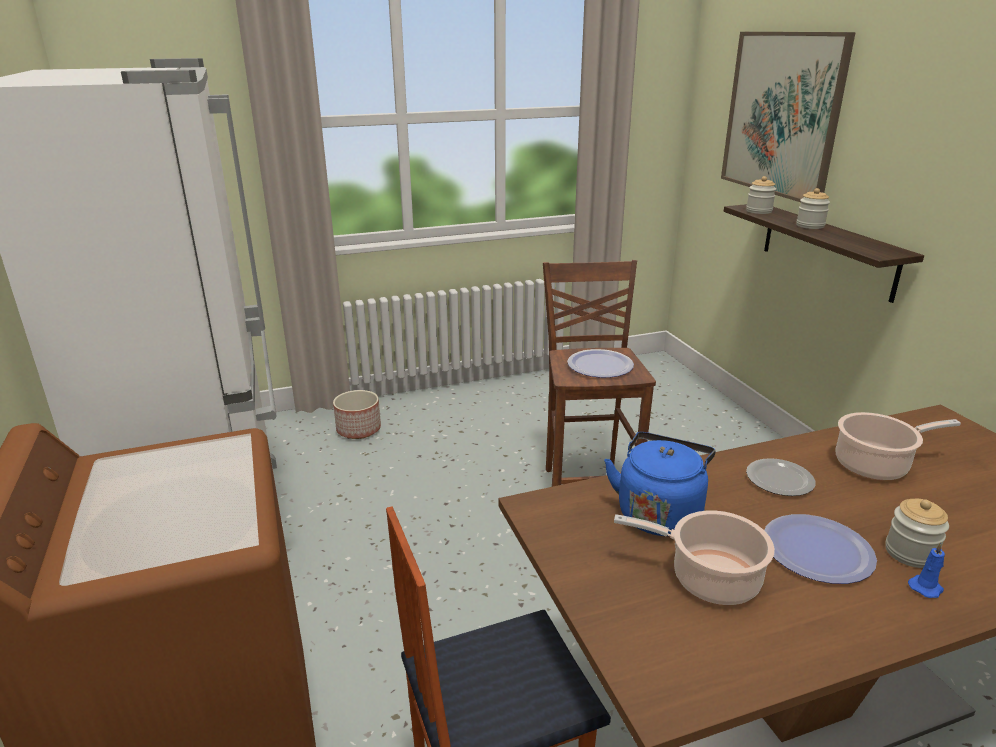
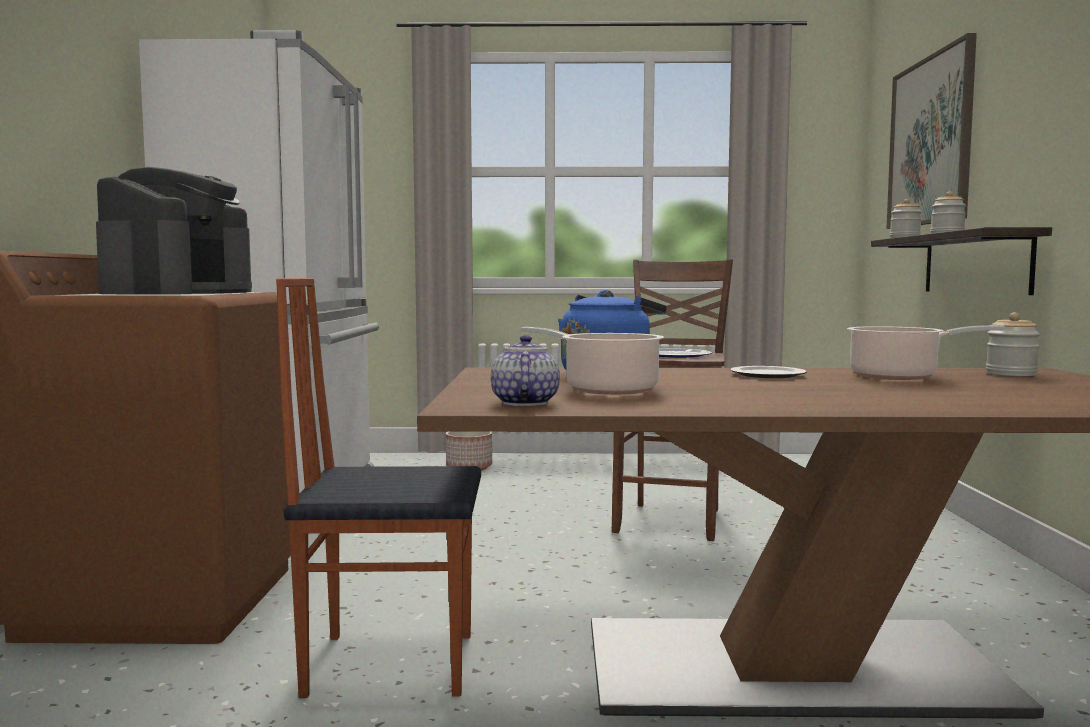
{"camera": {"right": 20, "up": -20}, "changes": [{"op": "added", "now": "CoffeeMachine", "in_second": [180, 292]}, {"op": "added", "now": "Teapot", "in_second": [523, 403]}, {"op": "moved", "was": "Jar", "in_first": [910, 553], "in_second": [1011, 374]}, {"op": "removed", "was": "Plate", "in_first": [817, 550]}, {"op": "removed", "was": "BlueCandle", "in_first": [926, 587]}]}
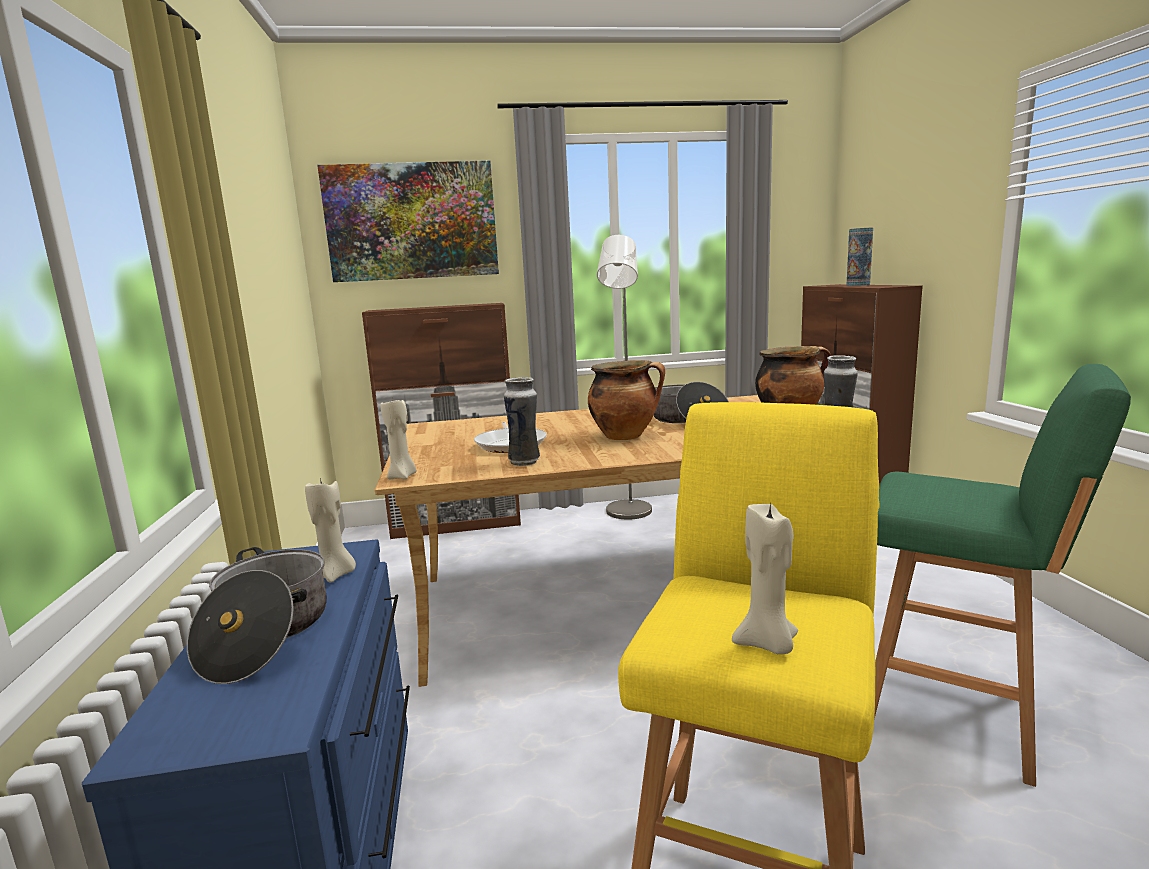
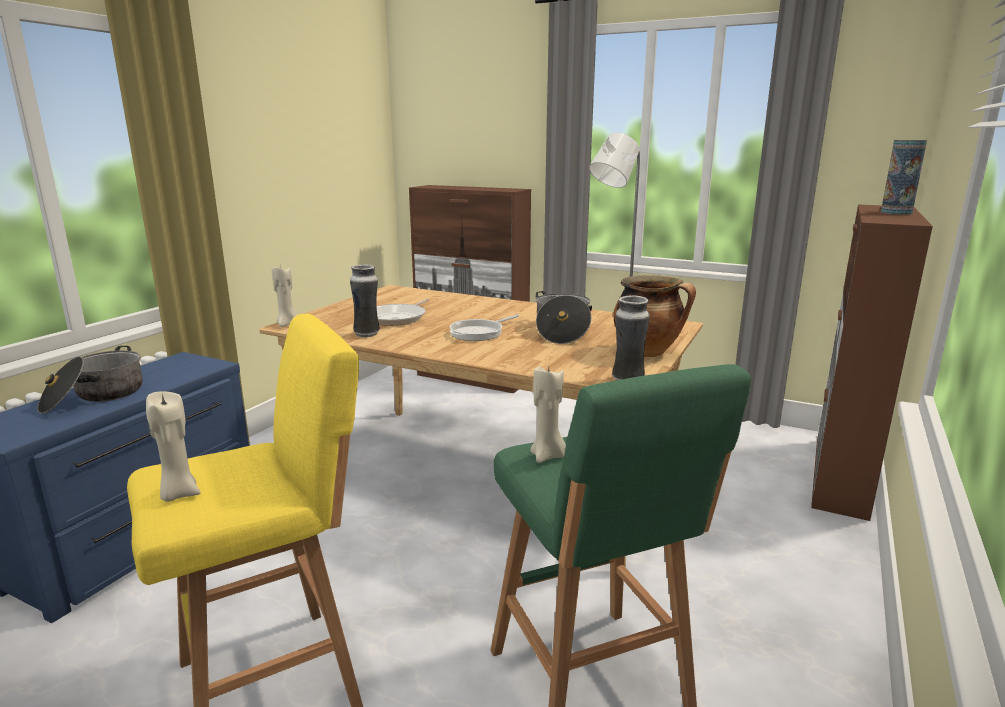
{"camera": {"right": 35, "up": 5}, "changes": [{"op": "replaced", "was": "CookingPot", "now": "FryingPan", "in_first": [626, 436], "in_second": [479, 333]}, {"op": "moved", "was": "BeigeCandle", "in_first": [336, 575], "in_second": [547, 456]}, {"op": "removed", "was": "Picture", "in_first": [412, 222]}]}
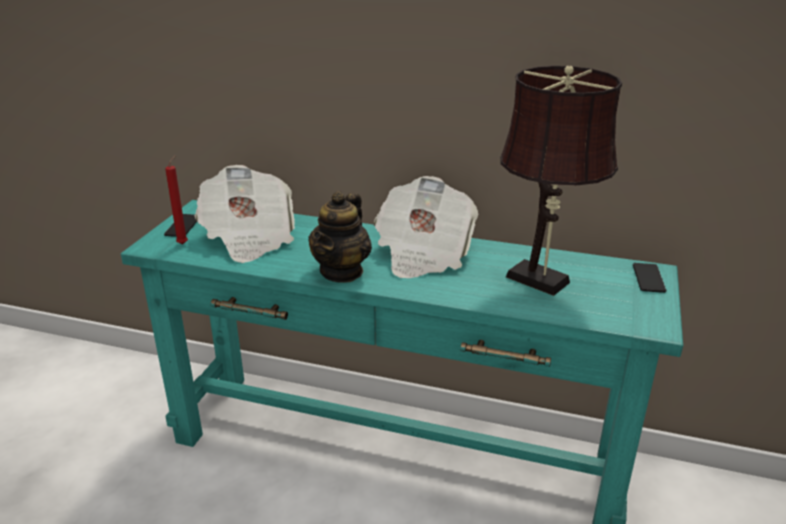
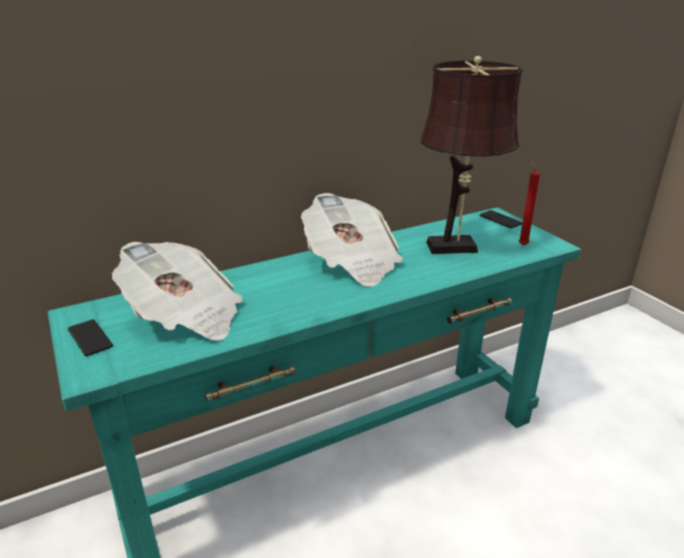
{"camera": {"right": -45, "up": 0}, "changes": [{"op": "moved", "was": "RedCandle", "in_first": [184, 243], "in_second": [522, 244]}, {"op": "removed", "was": "Teapot", "in_first": [342, 271]}]}
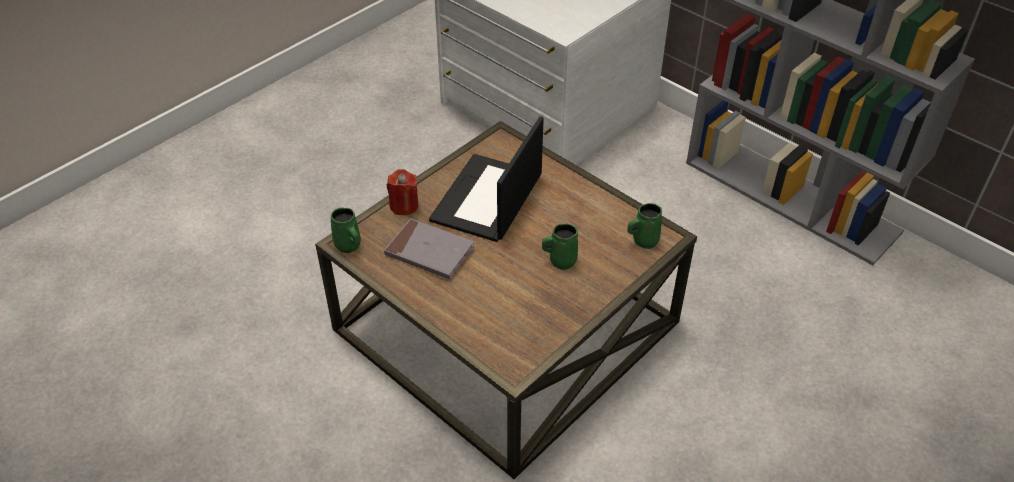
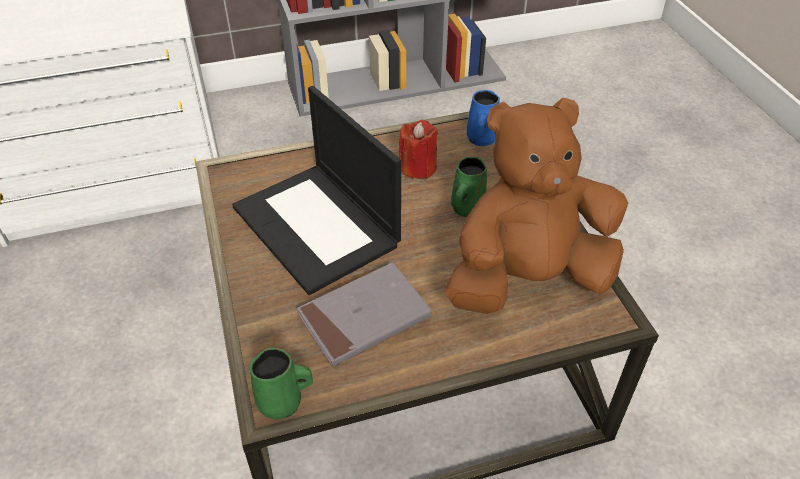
{"camera": {"right": -60, "up": 0}, "changes": [{"op": "moved", "was": "RedCandle", "in_first": [404, 205], "in_second": [418, 167]}, {"op": "added", "now": "BrownPlushToy", "in_second": [528, 279]}, {"op": "recoloured", "was": "GreenMug", "now": "BlueMug", "in_first": [644, 240], "in_second": [481, 139]}]}
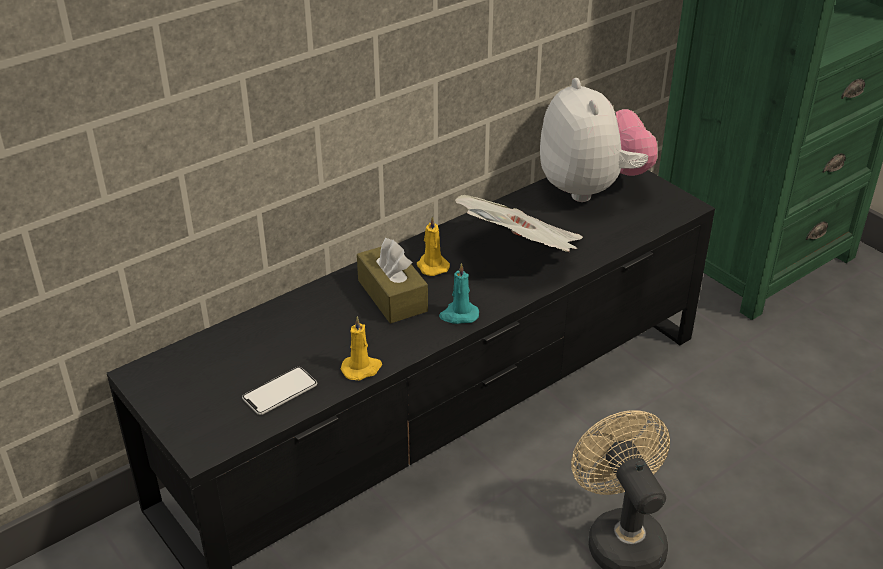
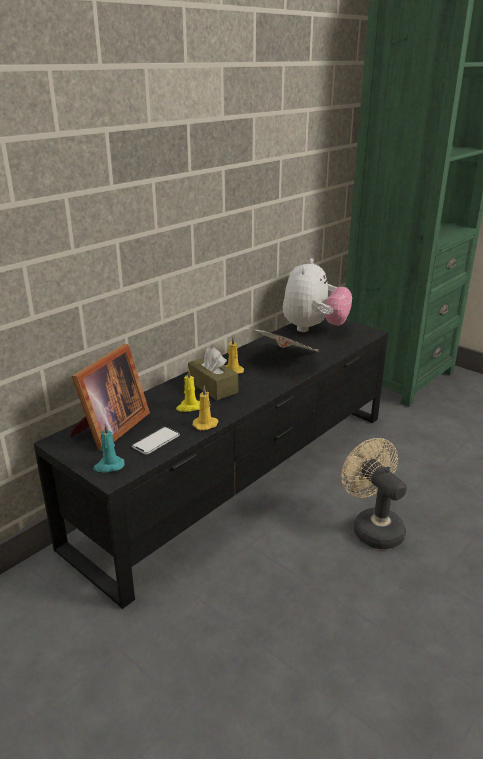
{"camera": {"right": -10, "up": -10}, "changes": [{"op": "added", "now": "PictureFrame", "in_second": [109, 429]}, {"op": "moved", "was": "TurquoiseCandle", "in_first": [458, 315], "in_second": [109, 466]}, {"op": "added", "now": "YellowCandle", "in_second": [189, 407]}, {"op": "turned", "was": "PlushToy", "in_first": [591, 188], "in_second": [314, 328], "clockwise": 45}]}
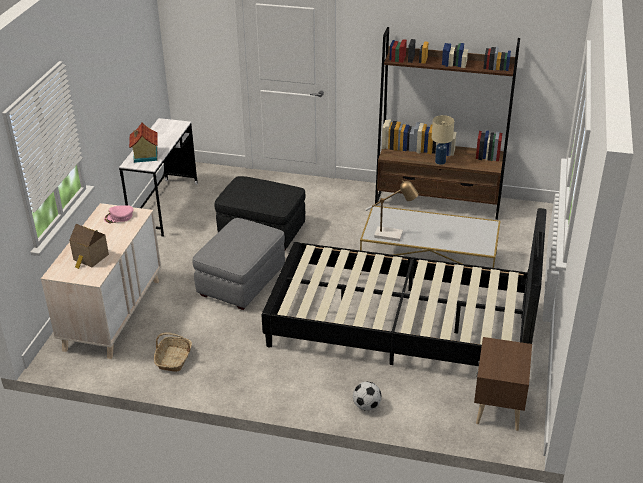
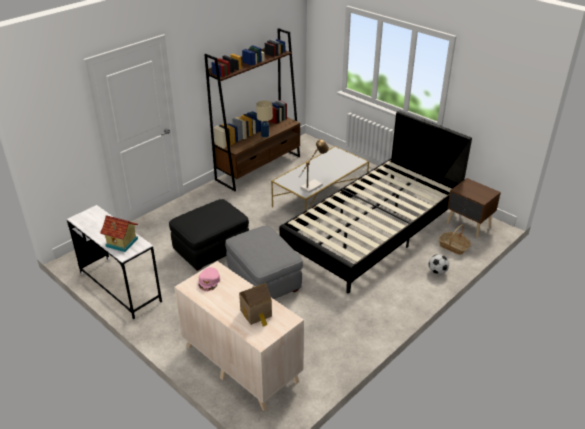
{"camera": {"right": -60, "up": 0}, "changes": [{"op": "moved", "was": "Basket", "in_first": [174, 359], "in_second": [453, 247]}]}
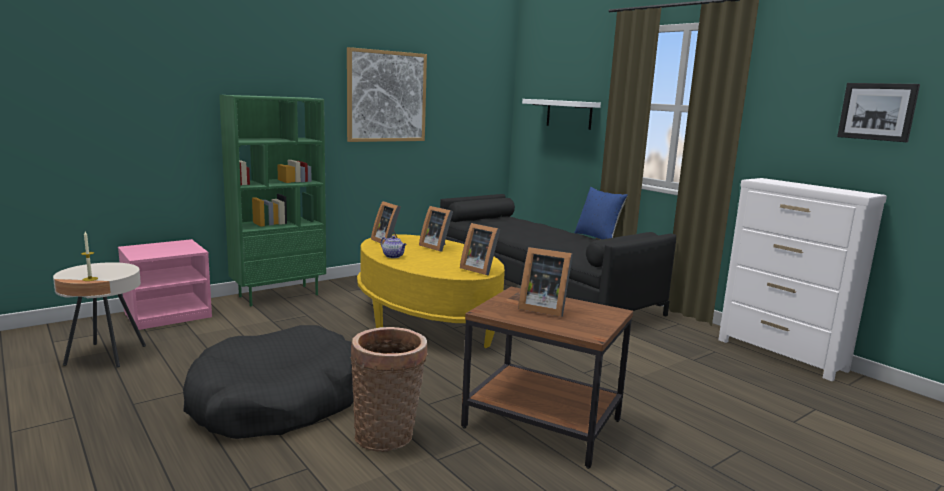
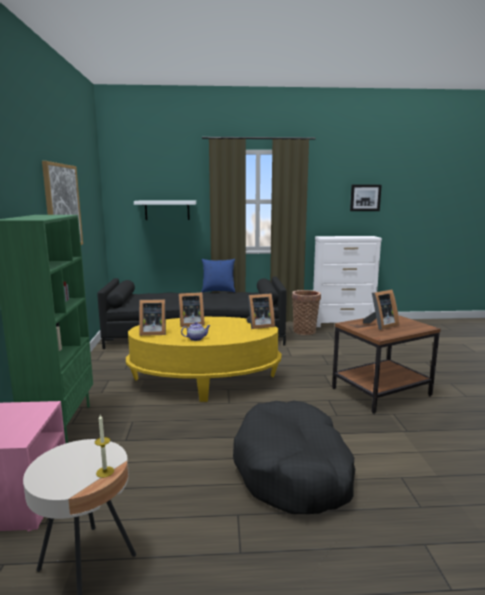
{"camera": {"right": -55, "up": 0}, "changes": [{"op": "moved", "was": "Basket", "in_first": [388, 435], "in_second": [305, 331]}]}
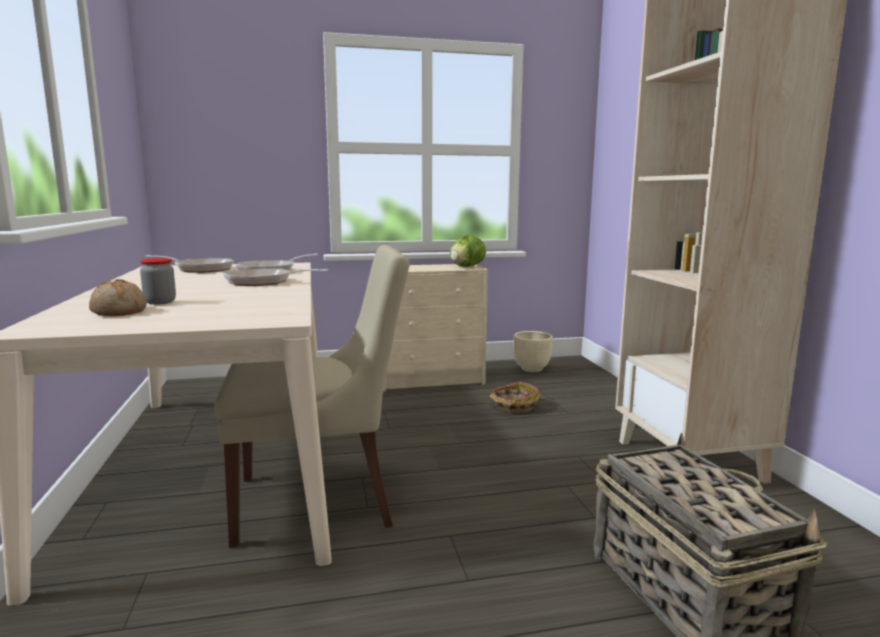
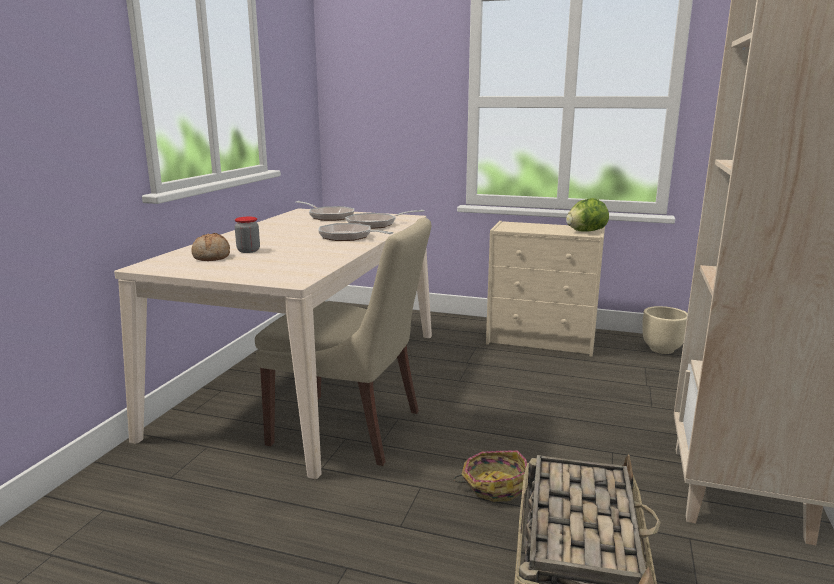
{"camera": {"right": 30, "up": 5}, "changes": [{"op": "moved", "was": "Basket", "in_first": [513, 406], "in_second": [494, 485]}]}
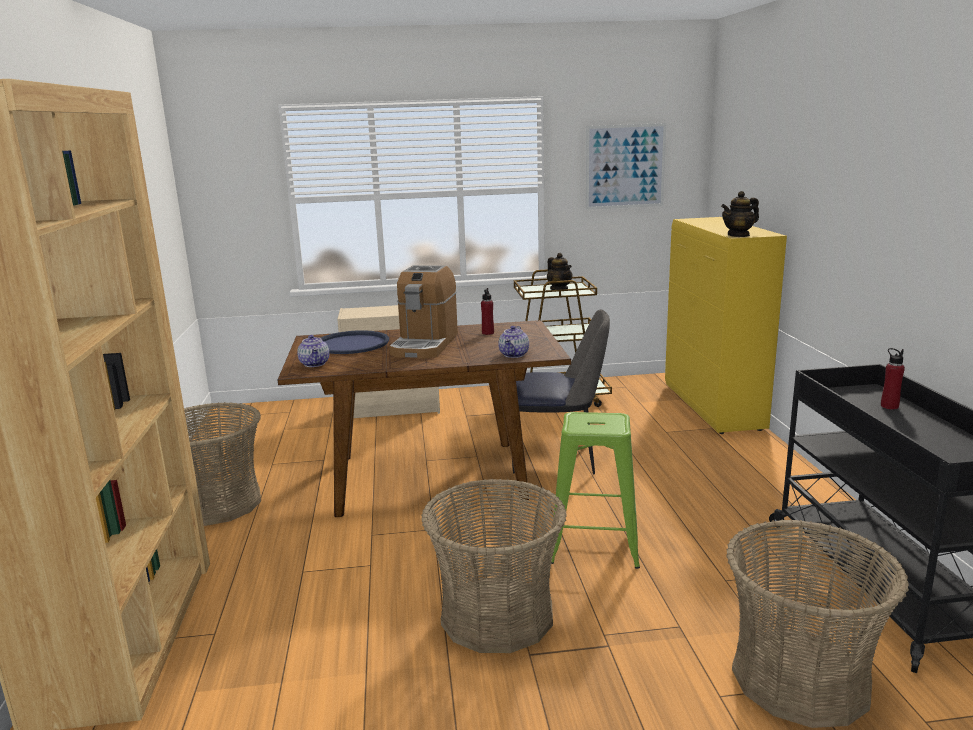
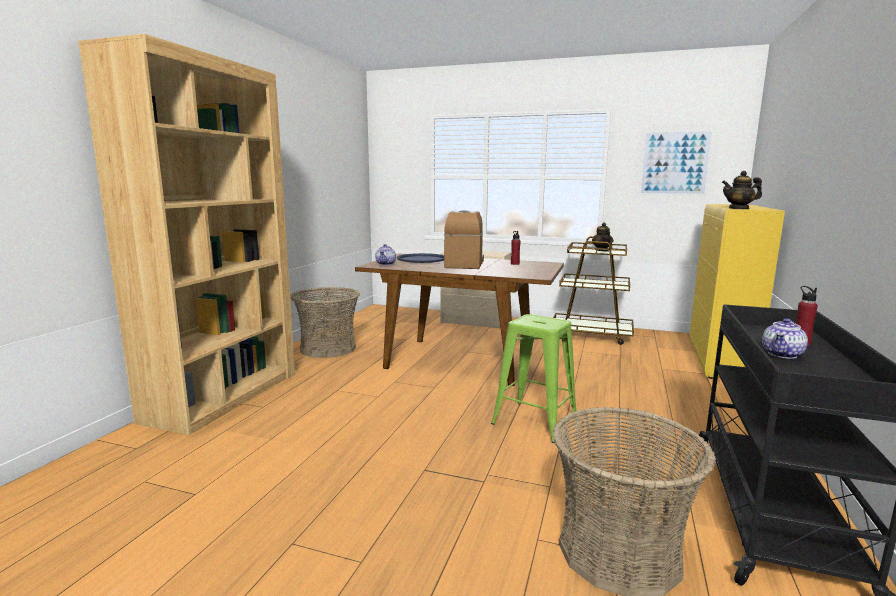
{"camera": {"right": 25, "up": -5}, "changes": [{"op": "turned", "was": "CoffeeMachine", "in_first": [425, 344], "in_second": [464, 264], "clockwise": 150}, {"op": "moved", "was": "Teapot", "in_first": [514, 355], "in_second": [782, 354]}, {"op": "removed", "was": "Basket", "in_first": [497, 615]}, {"op": "removed", "was": "Chair", "in_first": [557, 457]}]}
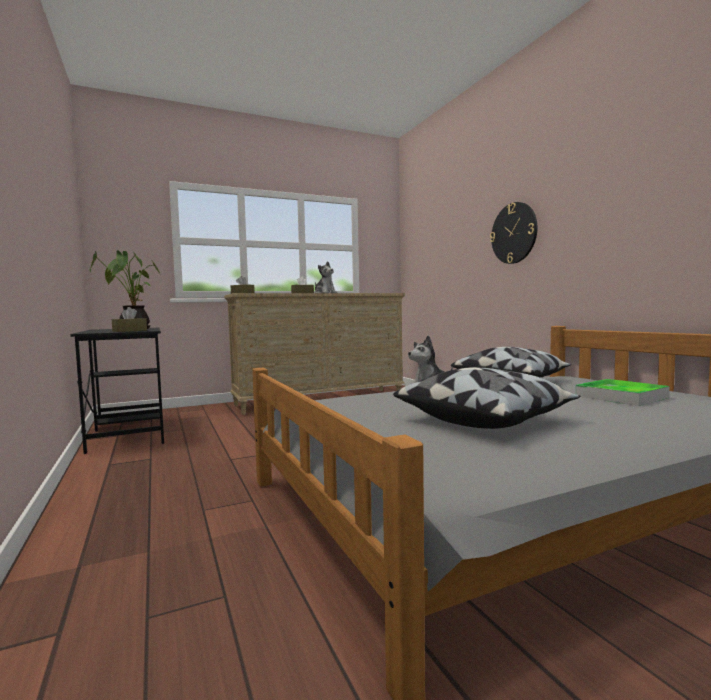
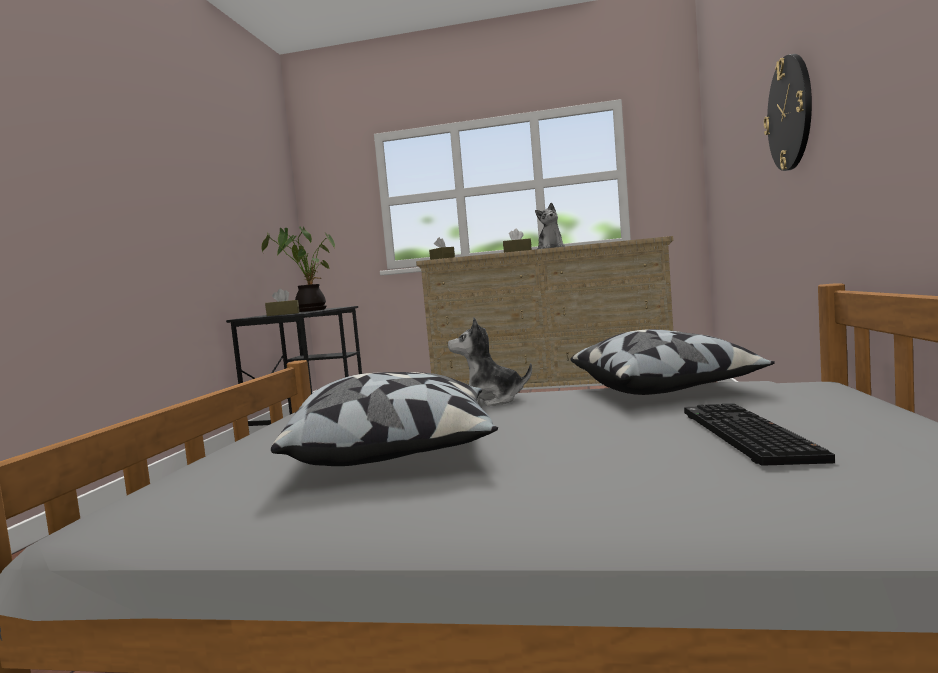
{"camera": {"right": 35, "up": 0}, "changes": [{"op": "replaced", "was": "Tray", "now": "Keyboard", "in_first": [621, 397], "in_second": [742, 435]}]}
